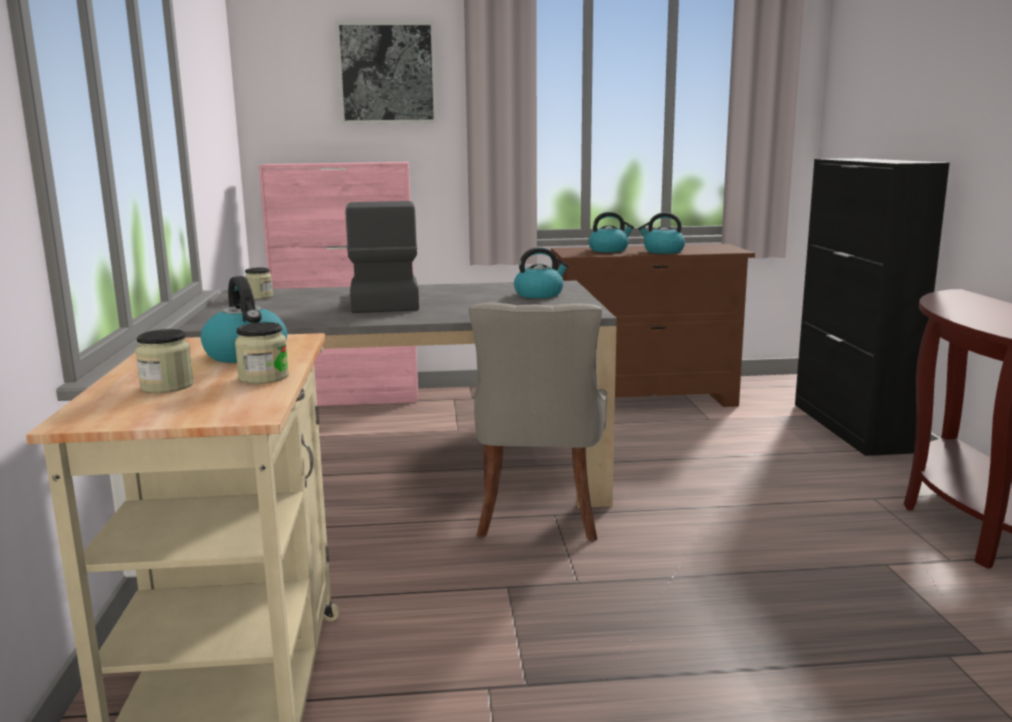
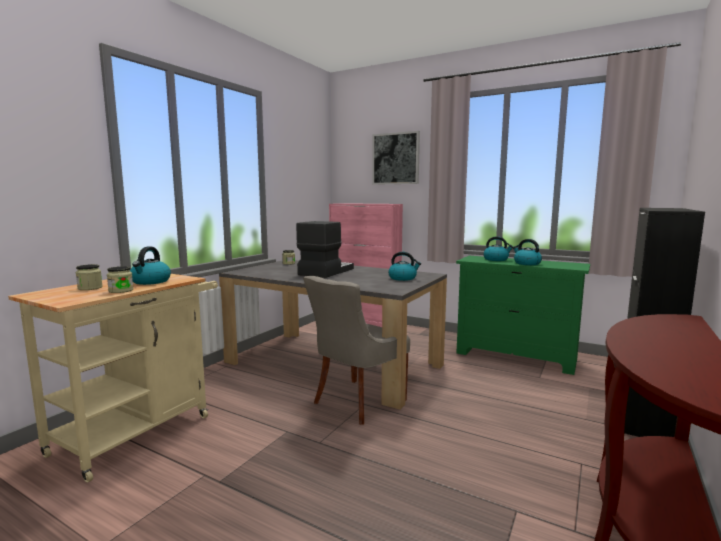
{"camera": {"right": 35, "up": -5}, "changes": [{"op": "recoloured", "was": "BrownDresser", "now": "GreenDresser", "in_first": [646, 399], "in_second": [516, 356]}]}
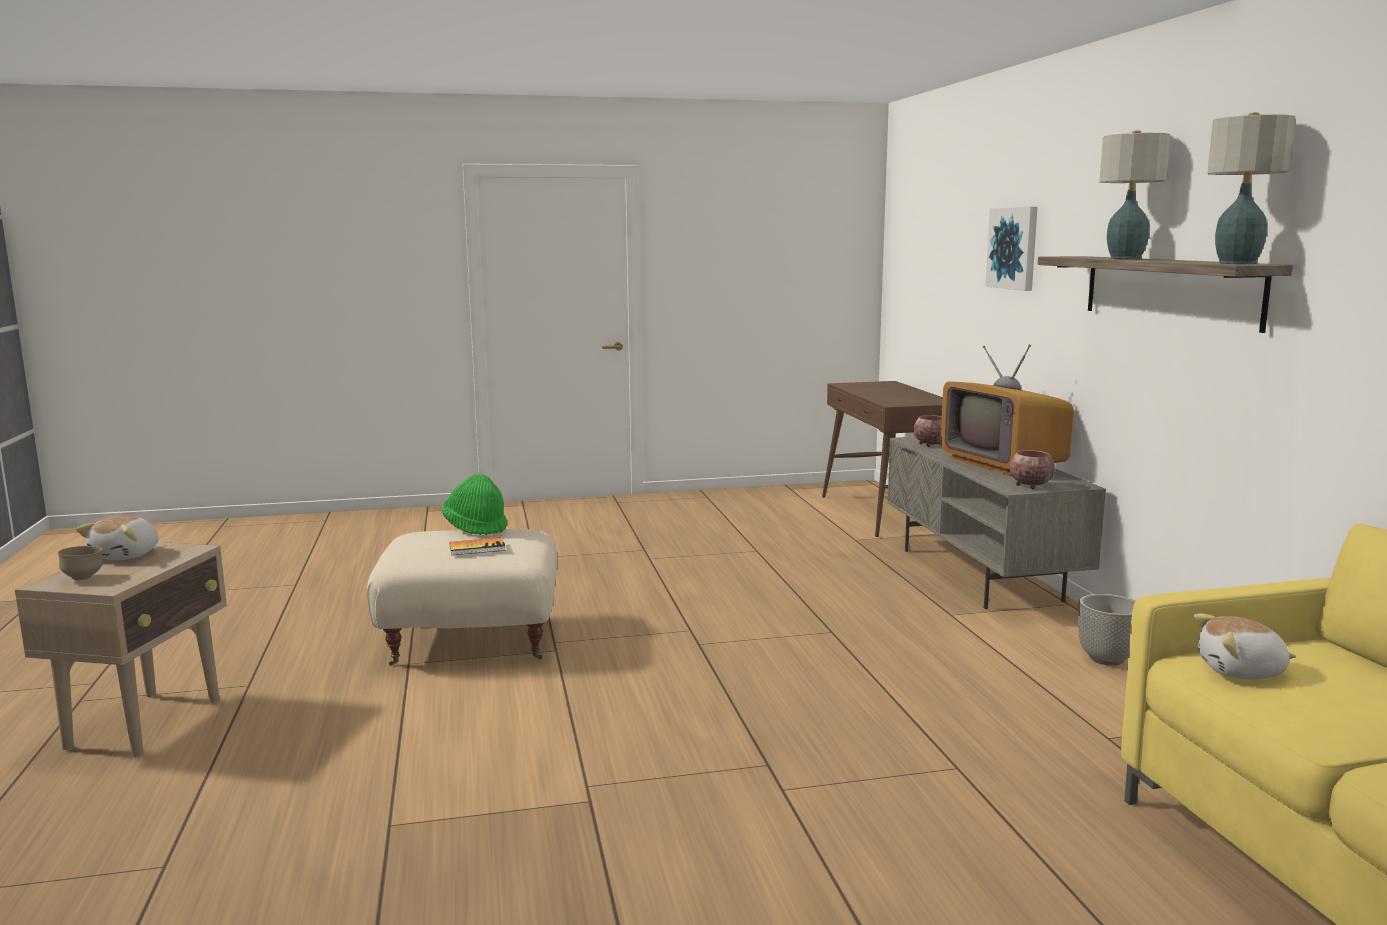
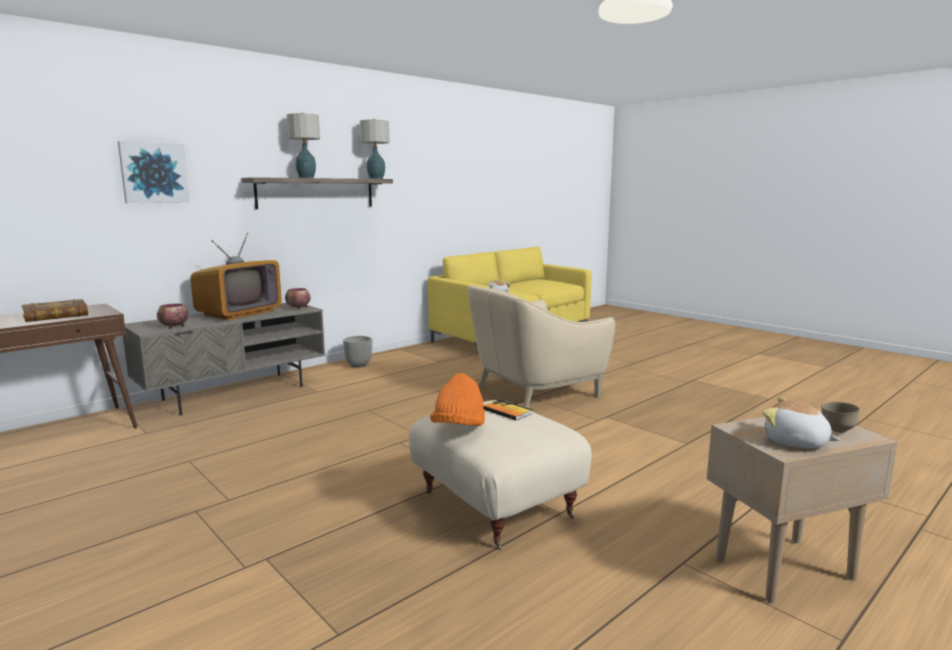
{"camera": {"right": -120, "up": 0}, "changes": [{"op": "added", "now": "Book", "in_second": [56, 316]}, {"op": "recoloured", "was": "GreenHat", "now": "OrangeHat", "in_first": [476, 527], "in_second": [459, 428]}, {"op": "added", "now": "BeigeArmchair", "in_second": [534, 392]}, {"op": "turned", "was": "PlushToy", "in_first": [127, 555], "in_second": [795, 442], "clockwise": -120}]}
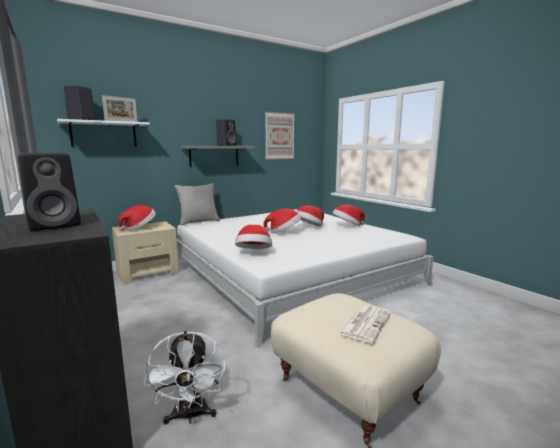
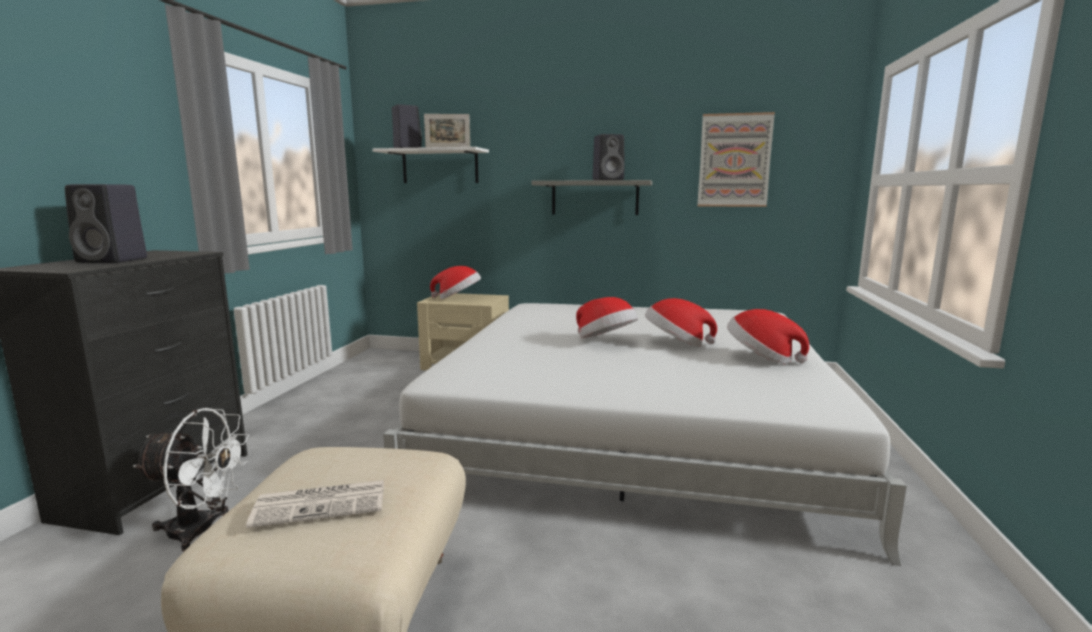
{"camera": {"right": 45, "up": 0}, "changes": [{"op": "turned", "was": "WhiteFan", "in_first": [190, 416], "in_second": [202, 530], "clockwise": -120}, {"op": "removed", "was": "GreyPillow", "in_first": [198, 222]}, {"op": "removed", "was": "Hat", "in_first": [254, 253]}]}
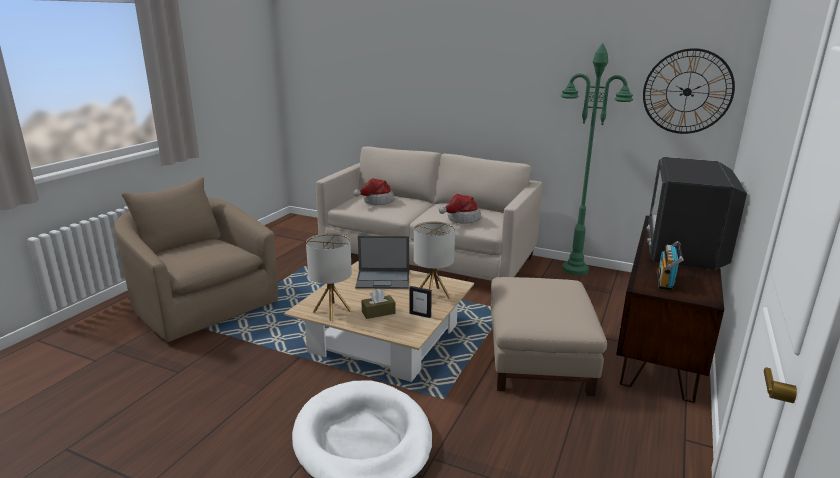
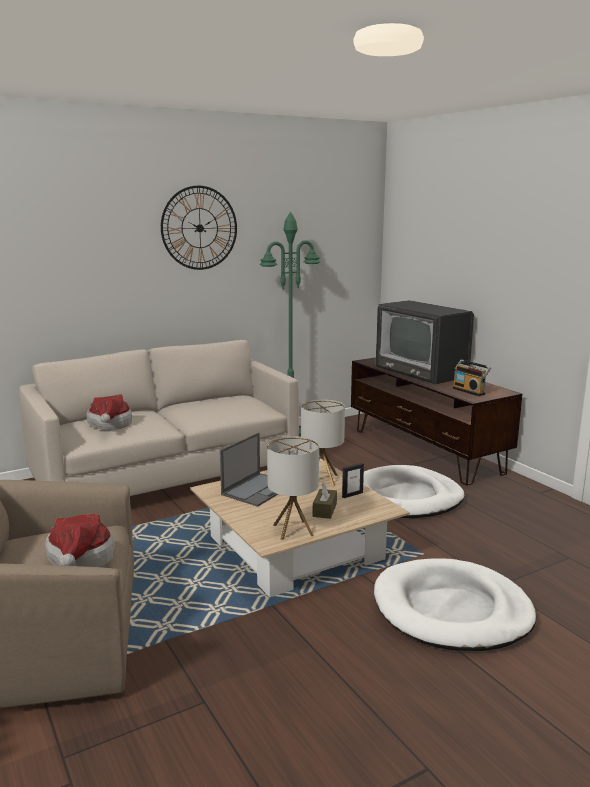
{"camera": {"right": -55, "up": -5}, "changes": [{"op": "moved", "was": "Hat", "in_first": [460, 218], "in_second": [80, 560]}, {"op": "moved", "was": "WallClock", "in_first": [687, 92], "in_second": [199, 228]}, {"op": "replaced", "was": "BeigeOttoman", "now": "WhiteDogBed", "in_first": [539, 358], "in_second": [405, 497]}]}
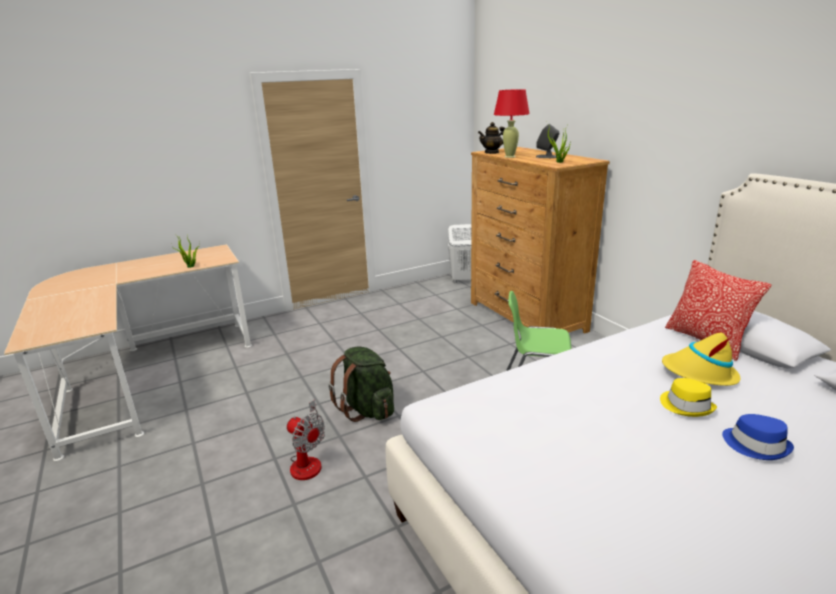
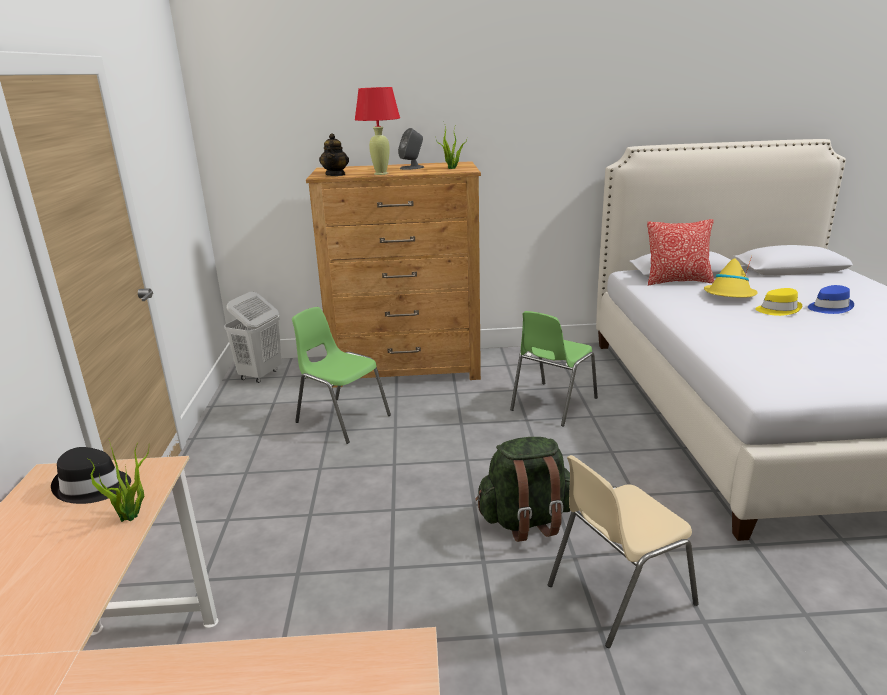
{"camera": {"right": -65, "up": 0}, "changes": [{"op": "added", "now": "BlackHat", "in_second": [92, 487]}, {"op": "added", "now": "GreenChair", "in_second": [341, 419]}, {"op": "replaced", "was": "Fan", "now": "BeigeChair", "in_first": [308, 460], "in_second": [617, 594]}]}
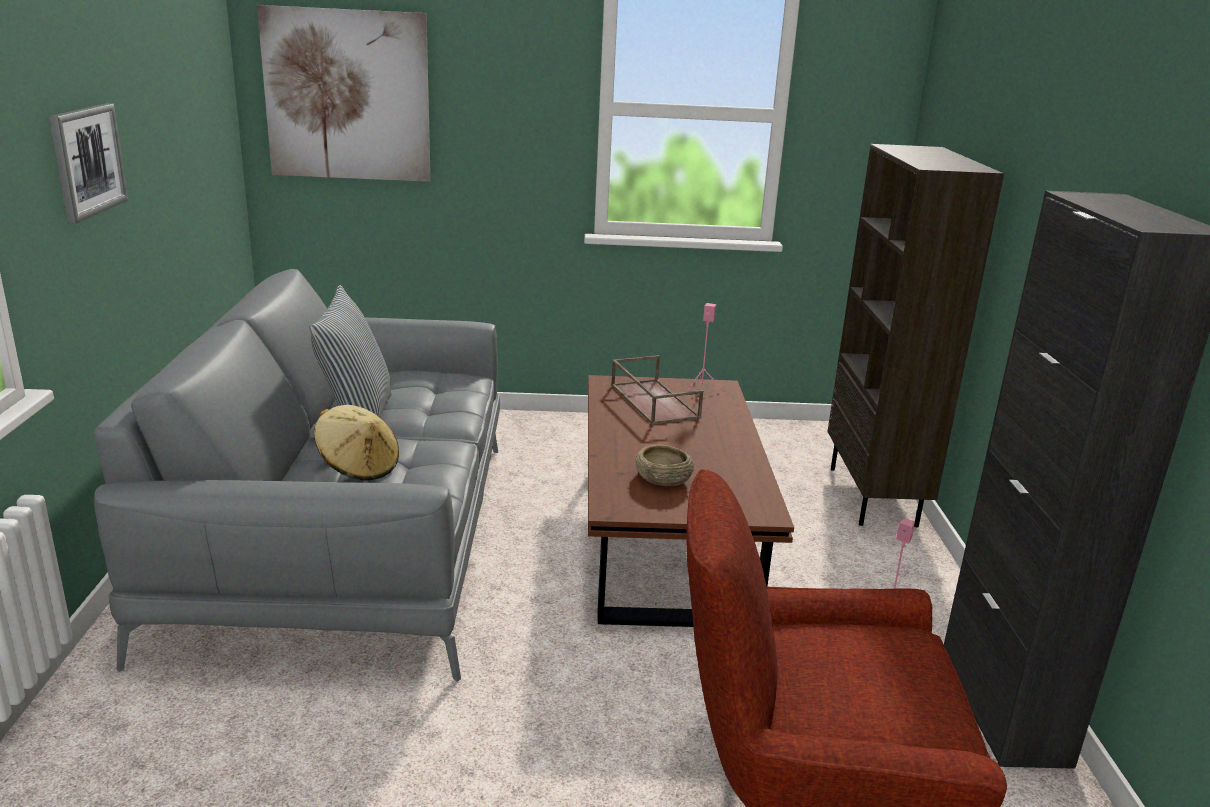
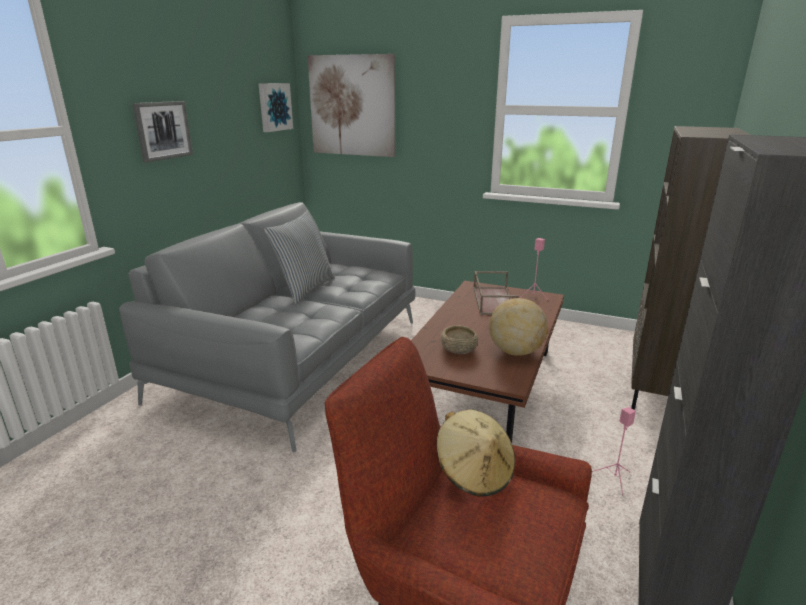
{"camera": {"right": 25, "up": 0}, "changes": [{"op": "added", "now": "Picture", "in_second": [274, 107]}, {"op": "moved", "was": "BeigeHat", "in_first": [358, 467], "in_second": [474, 473]}, {"op": "added", "now": "Globe", "in_second": [515, 352]}]}
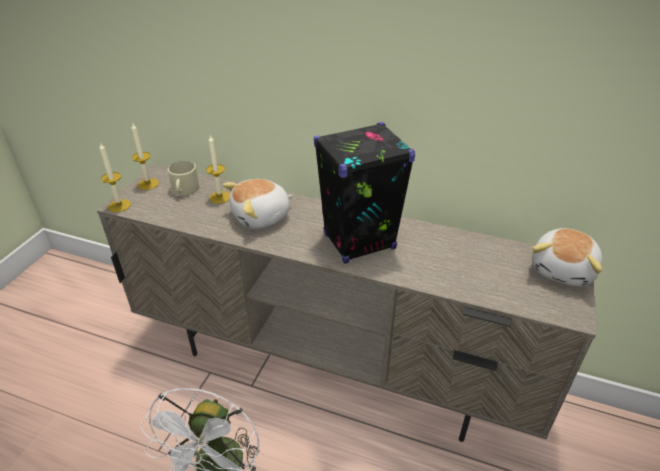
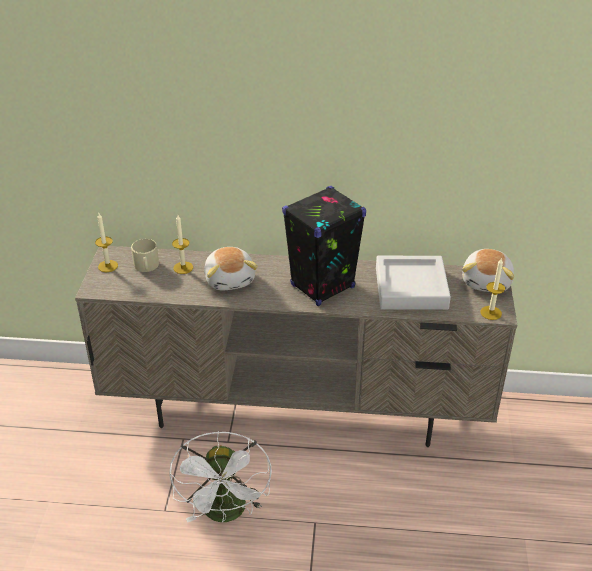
{"camera": {"right": -15, "up": 0}, "changes": [{"op": "turned", "was": "PlushToy", "in_first": [262, 217], "in_second": [230, 279], "clockwise": -60}, {"op": "added", "now": "GreyTray", "in_second": [411, 288]}, {"op": "moved", "was": "Candle", "in_first": [119, 205], "in_second": [491, 313]}]}
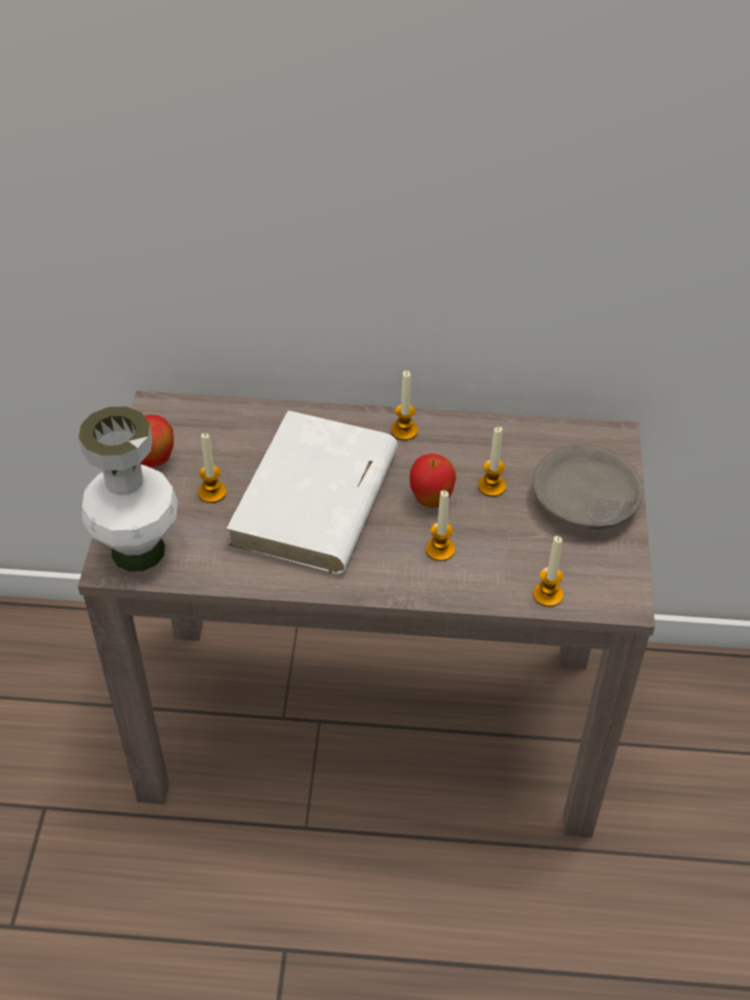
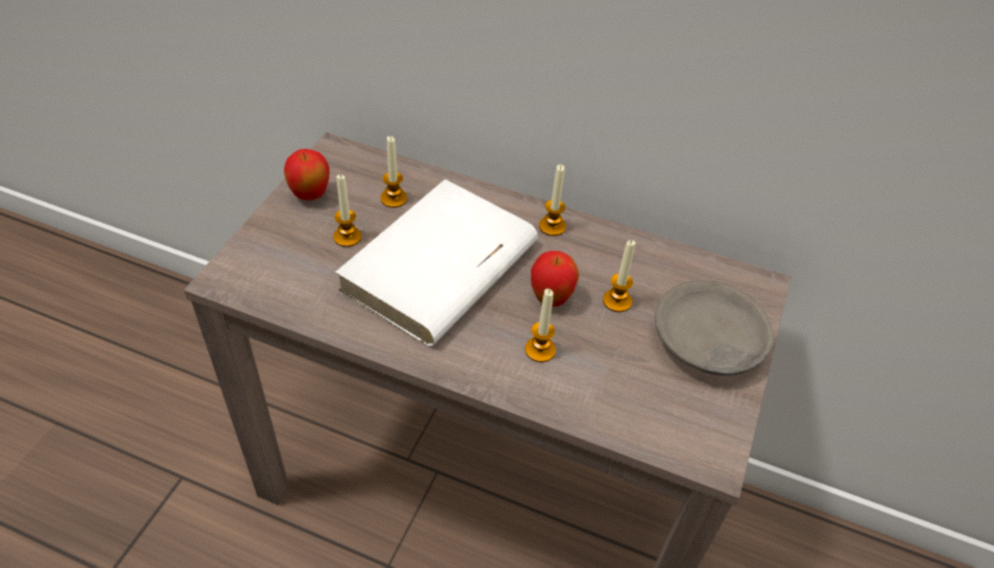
{"camera": {"right": 15, "up": 0}, "changes": [{"op": "moved", "was": "Candle", "in_first": [547, 595], "in_second": [393, 199]}, {"op": "removed", "was": "WhiteVase", "in_first": [138, 550]}]}
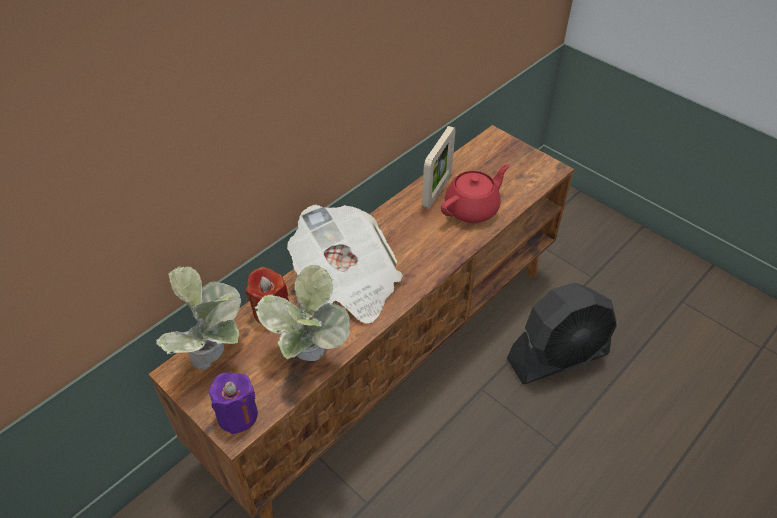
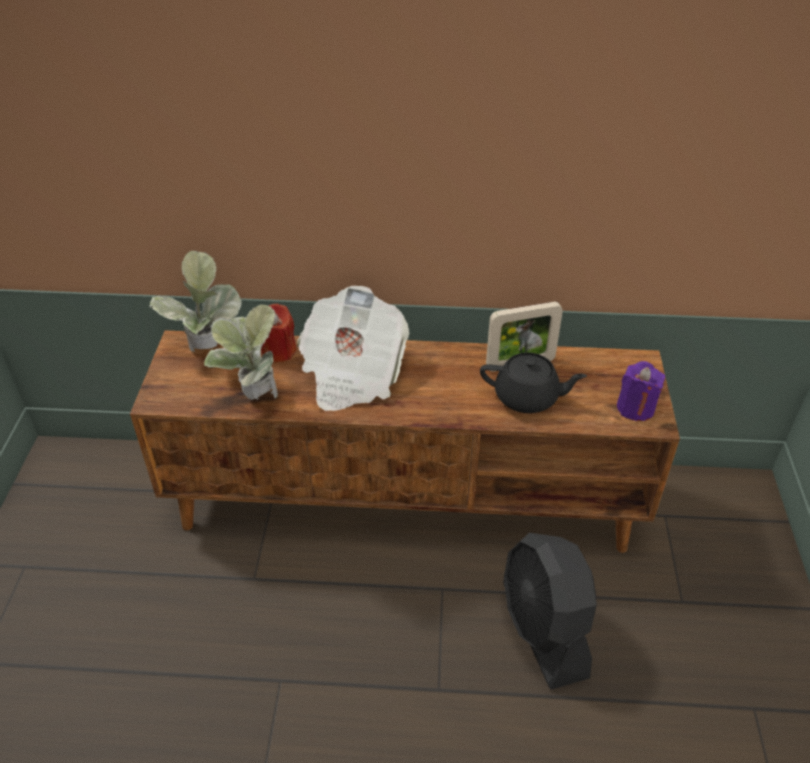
{"camera": {"right": 50, "up": -5}, "changes": [{"op": "recoloured", "was": "RedTeapot", "now": "BlackTeapot", "in_first": [472, 208], "in_second": [527, 398]}, {"op": "turned", "was": "BlackFan", "in_first": [558, 357], "in_second": [544, 630], "clockwise": 45}, {"op": "moved", "was": "PurpleCandle", "in_first": [237, 415], "in_second": [635, 408]}]}
